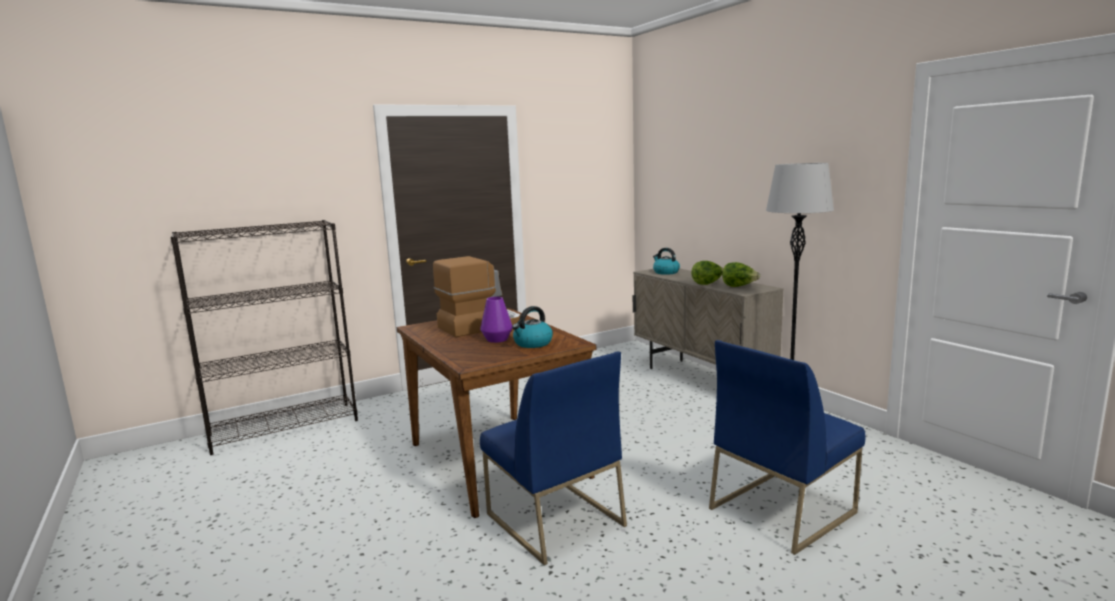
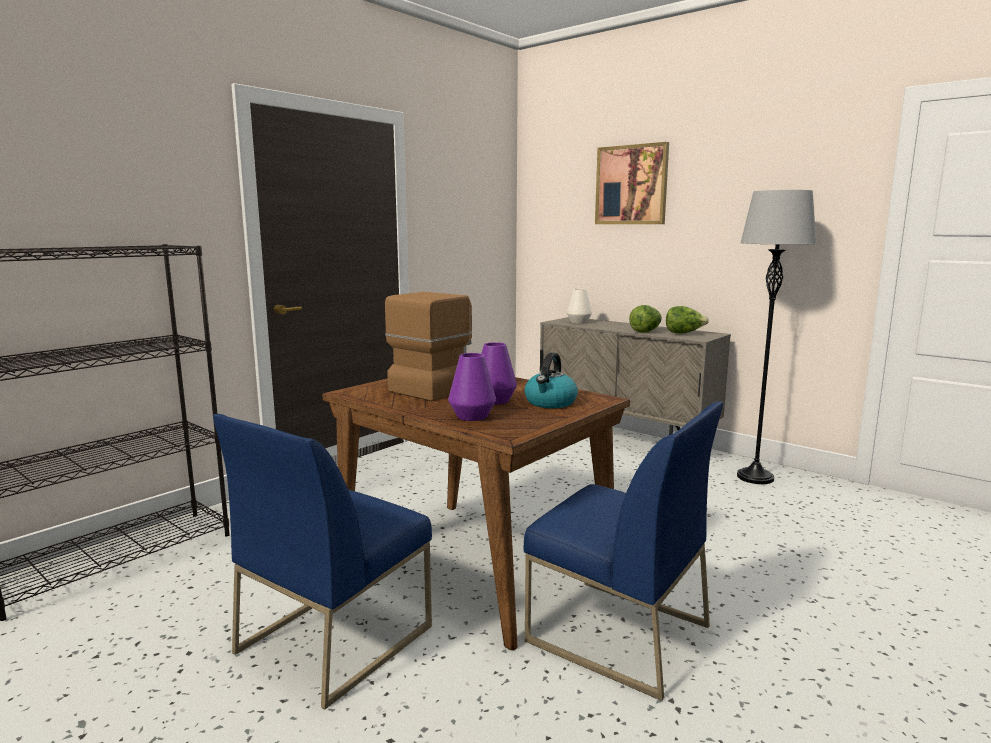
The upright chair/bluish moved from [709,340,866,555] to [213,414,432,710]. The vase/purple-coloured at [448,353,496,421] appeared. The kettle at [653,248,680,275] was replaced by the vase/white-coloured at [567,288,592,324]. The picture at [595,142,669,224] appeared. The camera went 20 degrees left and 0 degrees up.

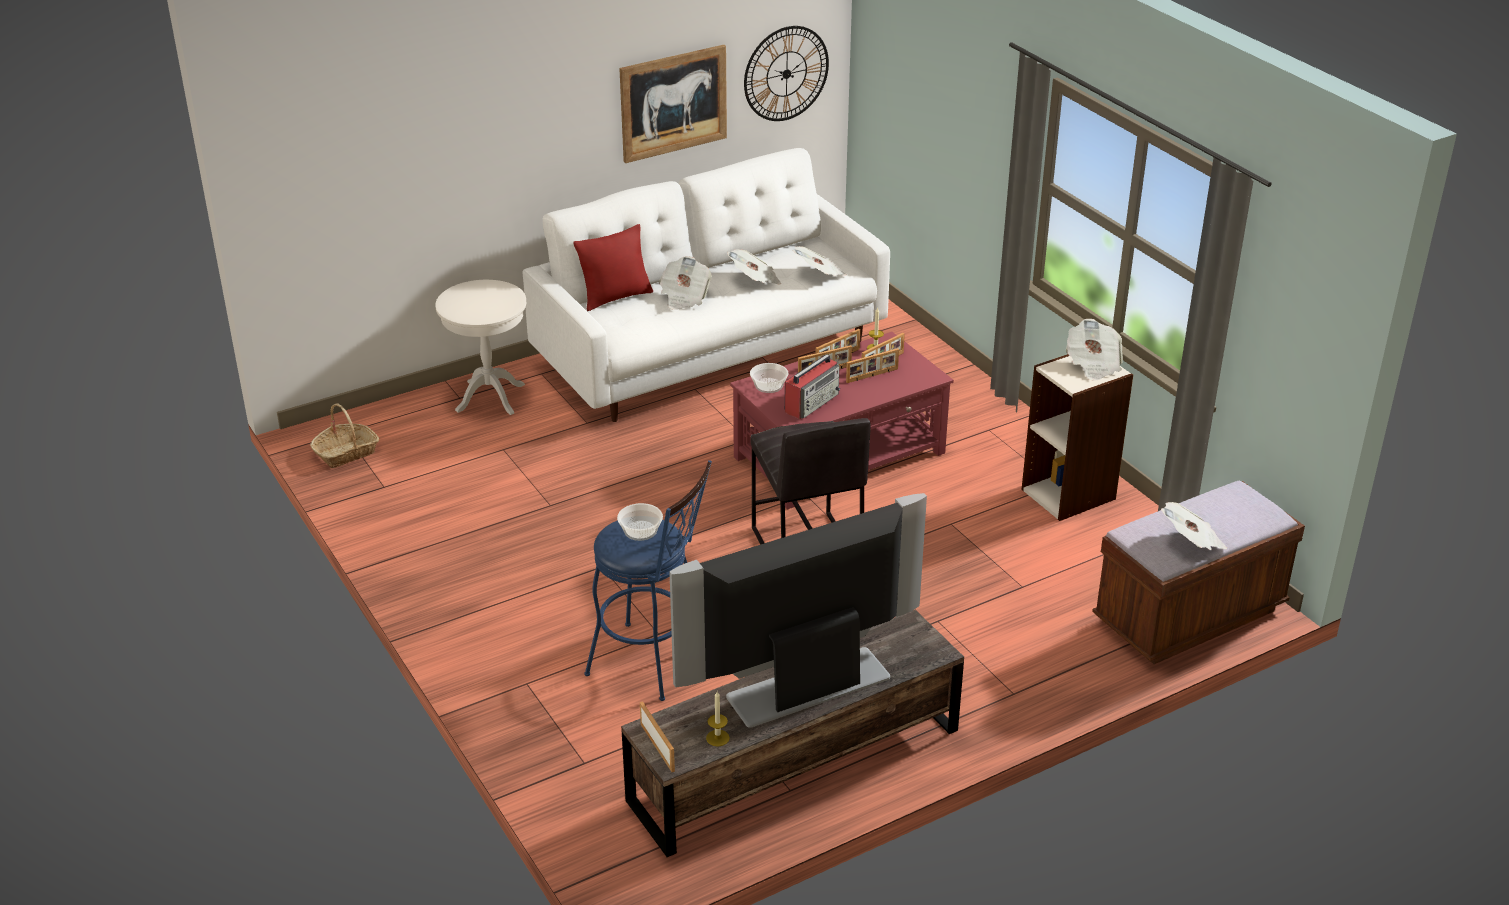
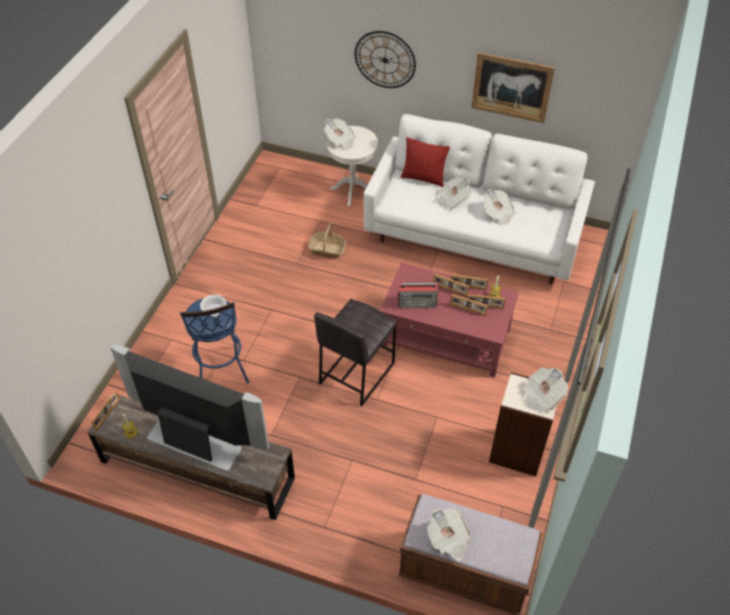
The household basket moved from [311,403,379,468] to [308,223,346,258]. The newspaper moved from [792,246,847,276] to [324,119,356,149]. The wall clock moved from [744,26,829,121] to [355,31,416,88]. The bowl at [750,363,788,393] disappeared. The camera went 50 degrees right and 15 degrees up.

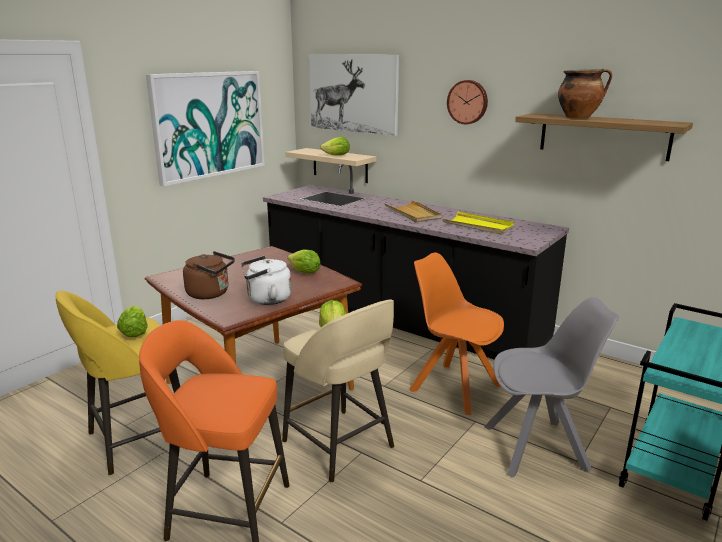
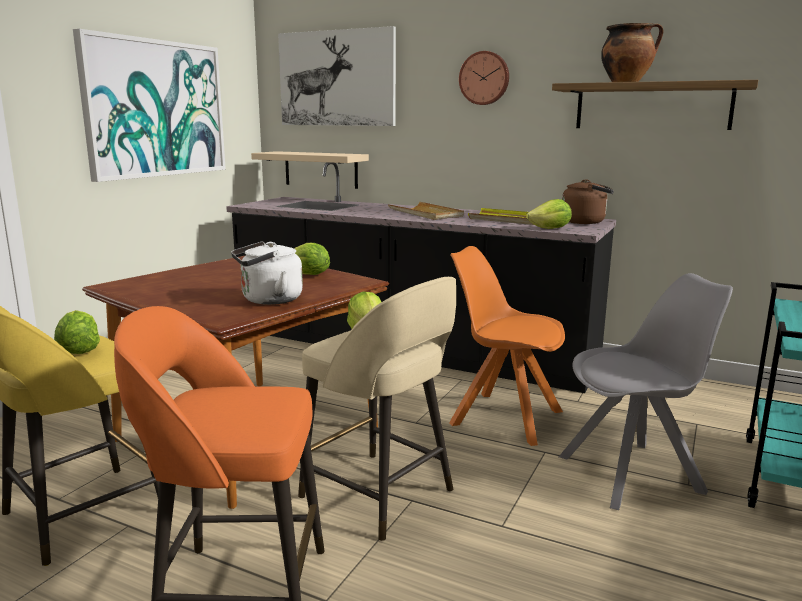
The lettuce moved from [320,137,350,156] to [526,199,572,229]. The kettle/brown-coloured moved from [183,251,235,299] to [562,179,614,224]. The camera went 10 degrees left and 5 degrees down.

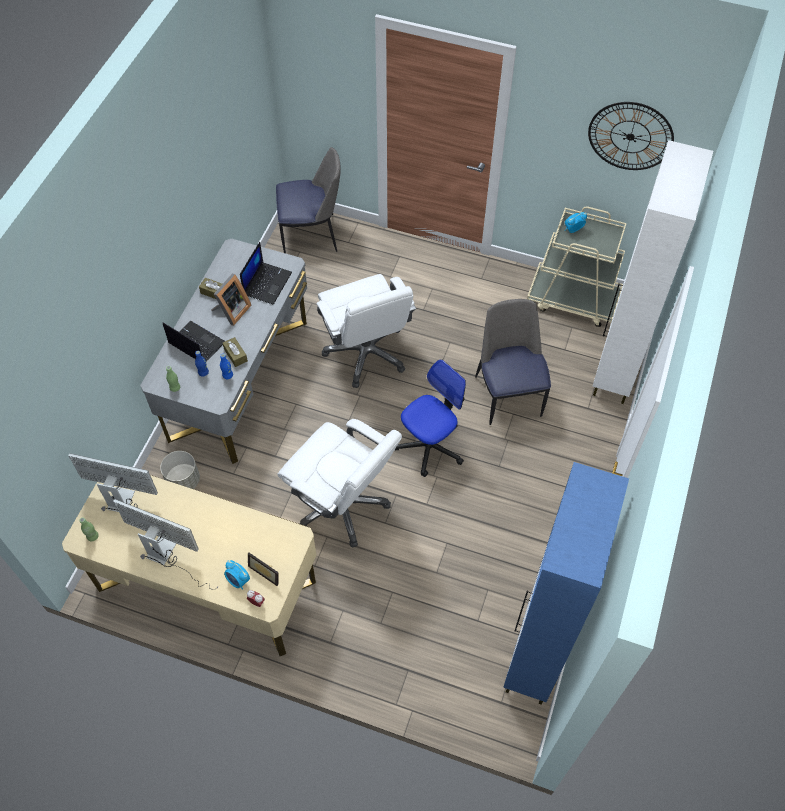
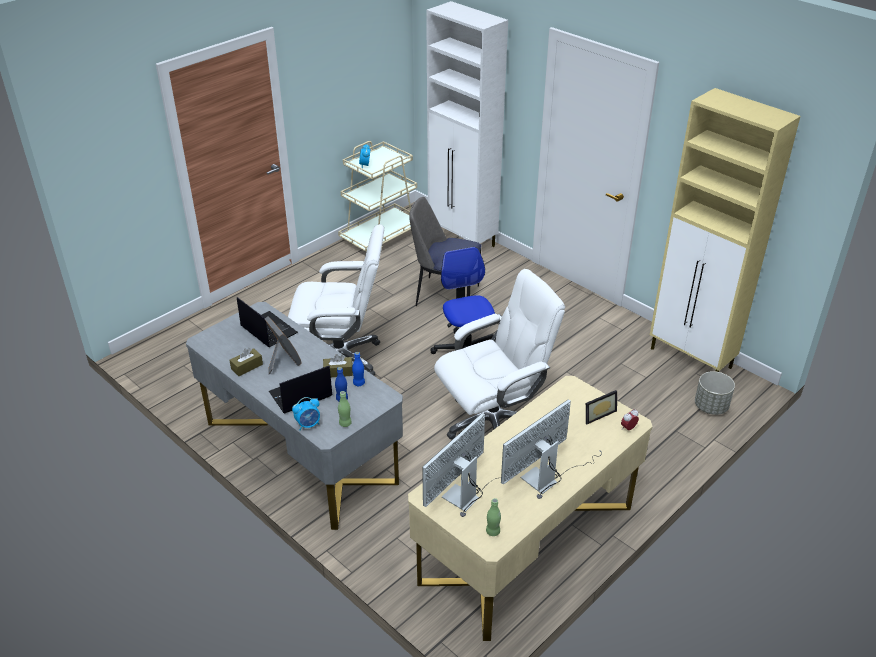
The alarm clock moved from [224,560,250,590] to [292,397,320,431]. The cupboard/bluish at [503,462,629,704] became the cupboard/beige-coloured at [650,88,801,372]. The plant pot/gray moved from [160,451,200,489] to [695,371,735,415]. The upright chair at [276,147,341,253] disappeared. The wall clock at [588,102,674,170] disappeared. The camera went 65 degrees left and 20 degrees down.

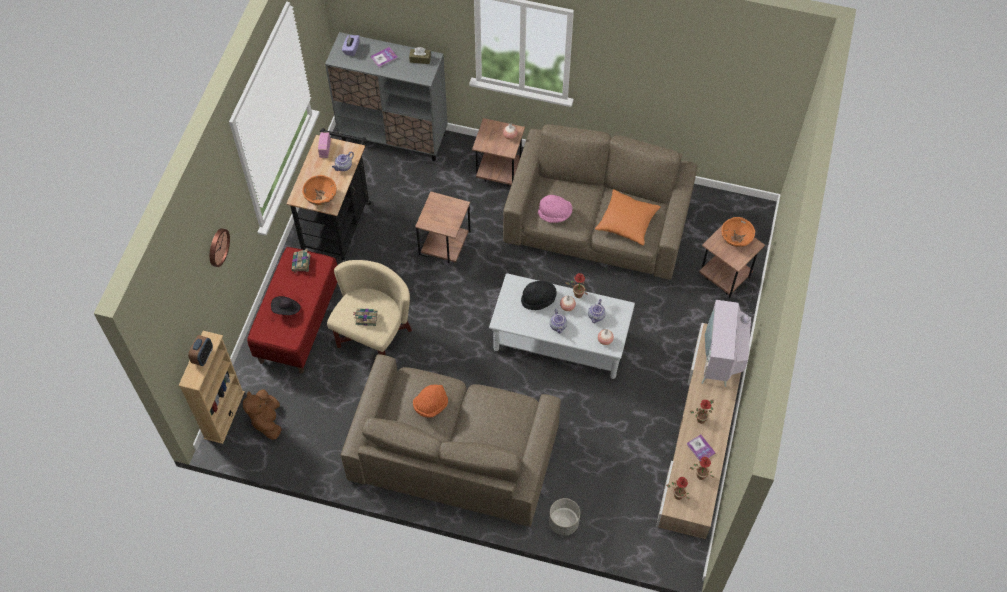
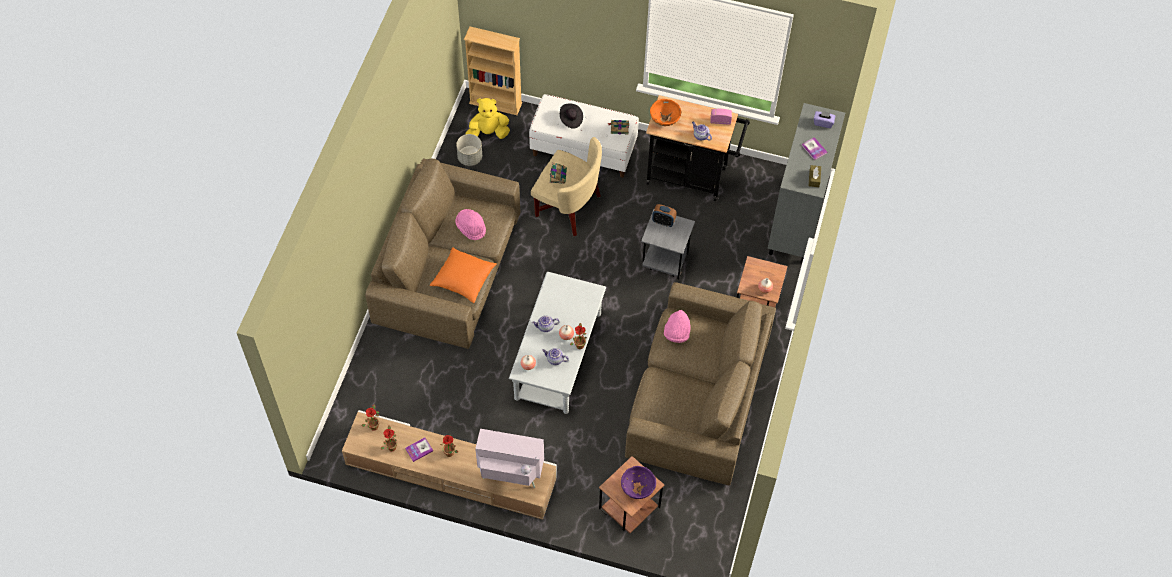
The throw pillow/orange-coloured moved from [595,189,660,245] to [430,247,497,303]. The clothing hat/orange-coloured at [413,385,448,418] became the clothing hat/pink at [455,209,486,240]. The plant pot/gray moved from [549,498,580,536] to [456,134,482,166]. The cuddly toy/brown-coloured at [243,389,282,440] became the cuddly toy/yellowish at [466,98,510,139]. The indoor bench/red-coloured at [247,247,337,374] became the indoor bench/white-coloured at [529,94,639,178]. The bowl/orange-coloured at [721,217,755,247] became the bowl/purple-coloured at [621,466,656,499]. The end table/brown-coloured at [415,191,471,263] became the end table/gray at [641,210,695,279]. The alarm clock moved from [188,335,213,366] to [652,204,676,227]. The wall clock at [210,228,230,267] disappeared. The clothing hat/black-coloured at [521,281,557,310] disappeared. The camera went 90 degrees right and 0 degrees up.

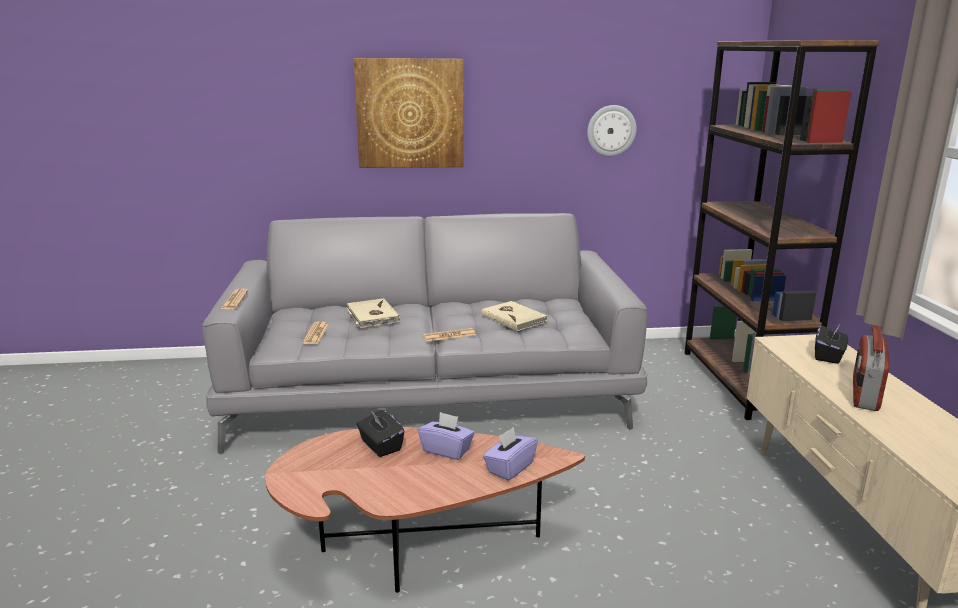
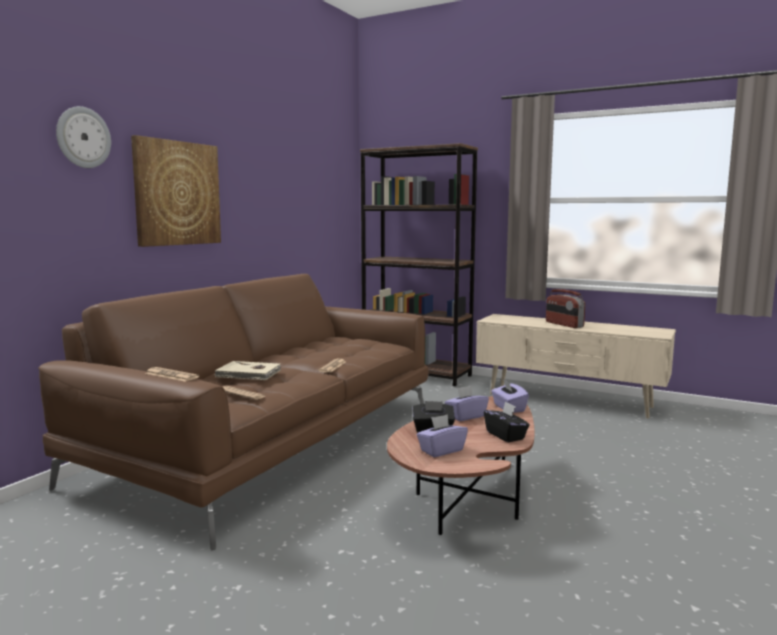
The settee/gray at [202,213,647,454] became the settee/brown-coloured at [38,274,429,550]. The wall clock moved from [587,105,637,156] to [56,106,111,168]. The box of tissues/purple-coloured at [416,414,468,457] appeared. The box of tissues/black-coloured moved from [815,324,848,364] to [484,401,529,442]. The volume/beige-coloured at [482,301,548,331] disappeared. The camera went 55 degrees left and 10 degrees down.

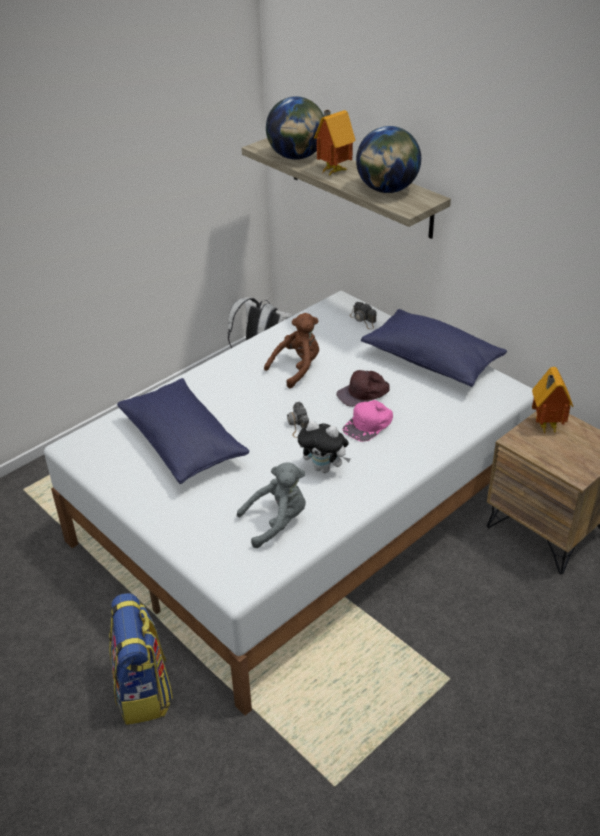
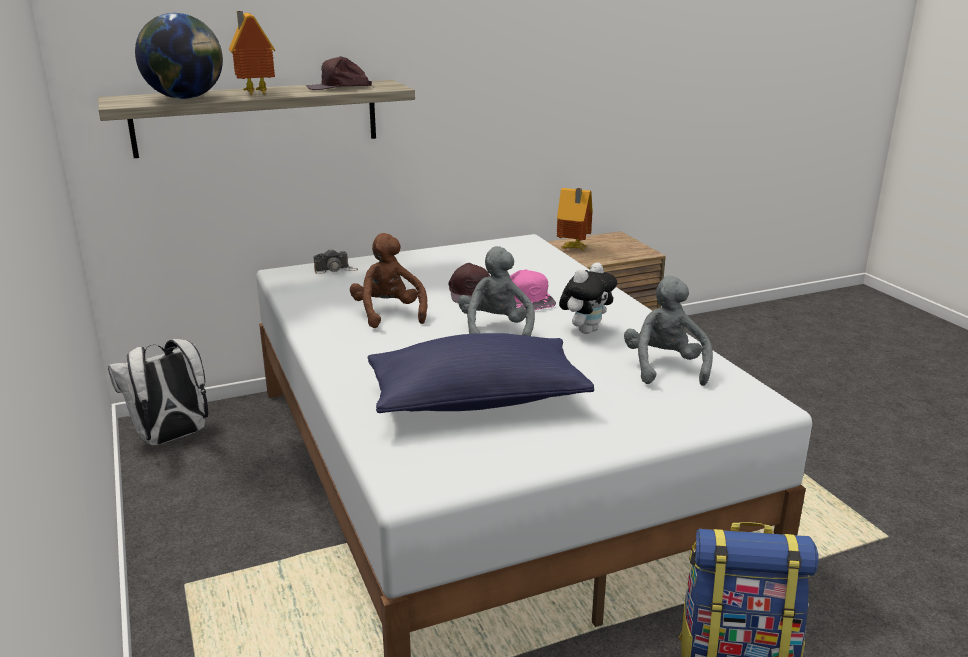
The desk globe at [356,126,421,193] was replaced by the peaked cap/brown-coloured at [306,56,372,90]. The photo camera at [287,402,309,438] was replaced by the cuddly toy/gray at [458,246,535,336]. The throw pillow/bluish at [361,309,507,387] disappeared. The camera went 70 degrees left and 15 degrees down.

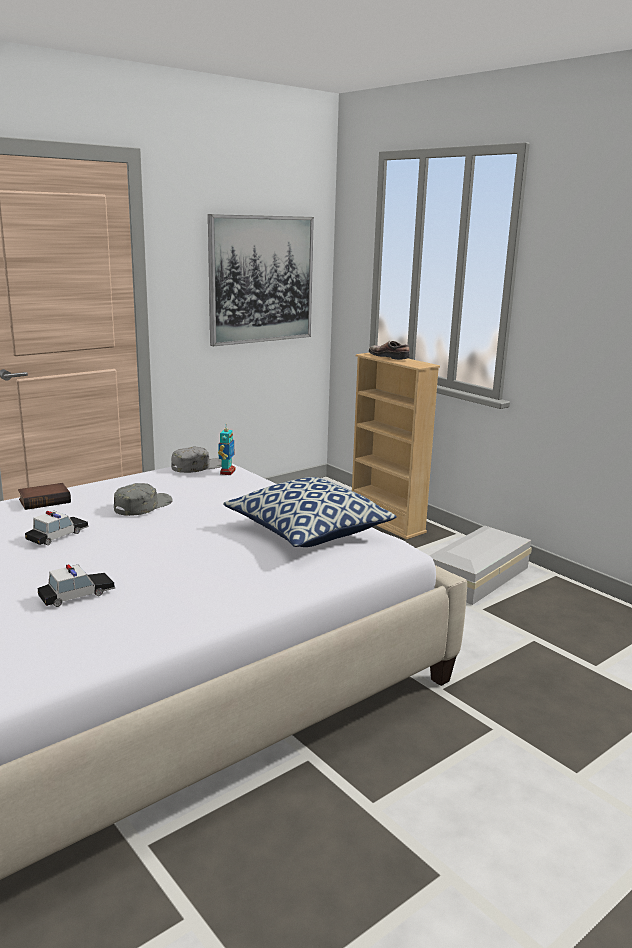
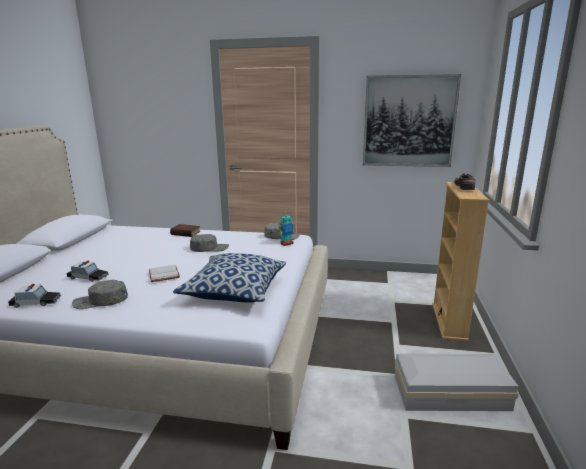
The toy car moved from [25,511,89,545] to [8,284,61,308]. The peaked cap/gray at [72,280,128,309] appeared. The volume/white-coloured at [149,265,180,282] appeared. The camera went 50 degrees right and 0 degrees up.

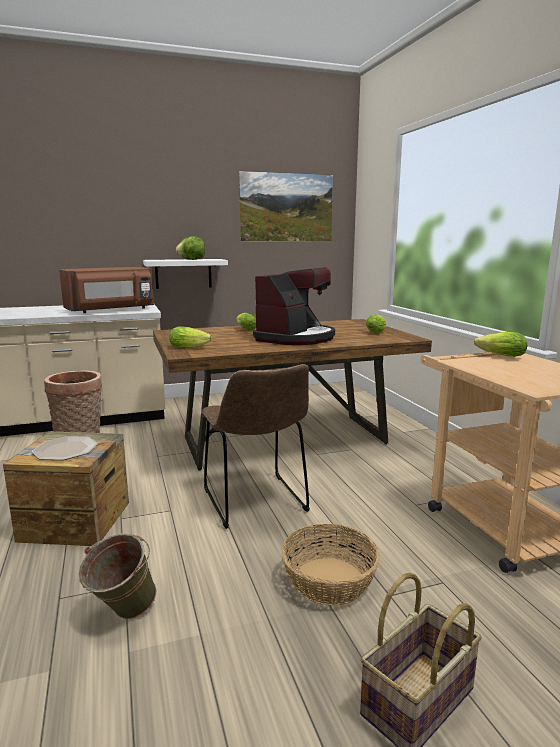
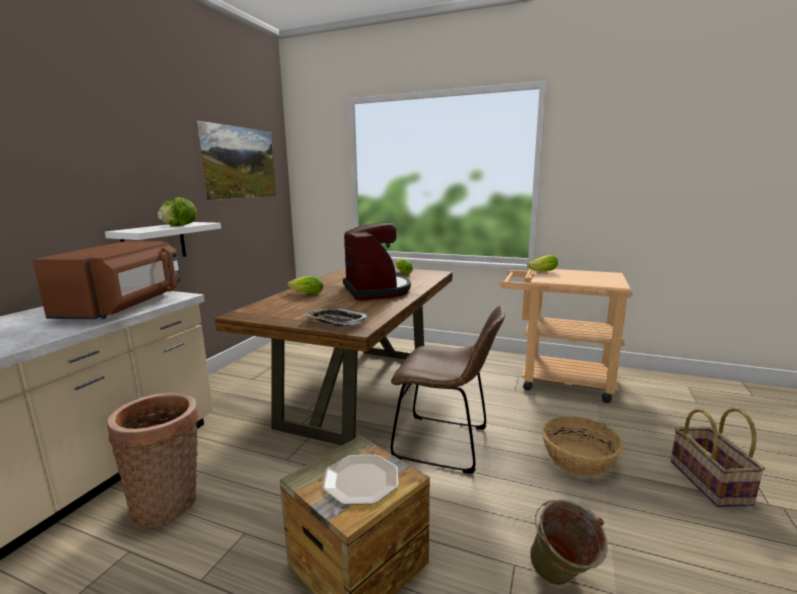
The lettuce at [170,326,212,348] was replaced by the carrying tray at [303,307,370,327]. The camera went 50 degrees left and 0 degrees up.

